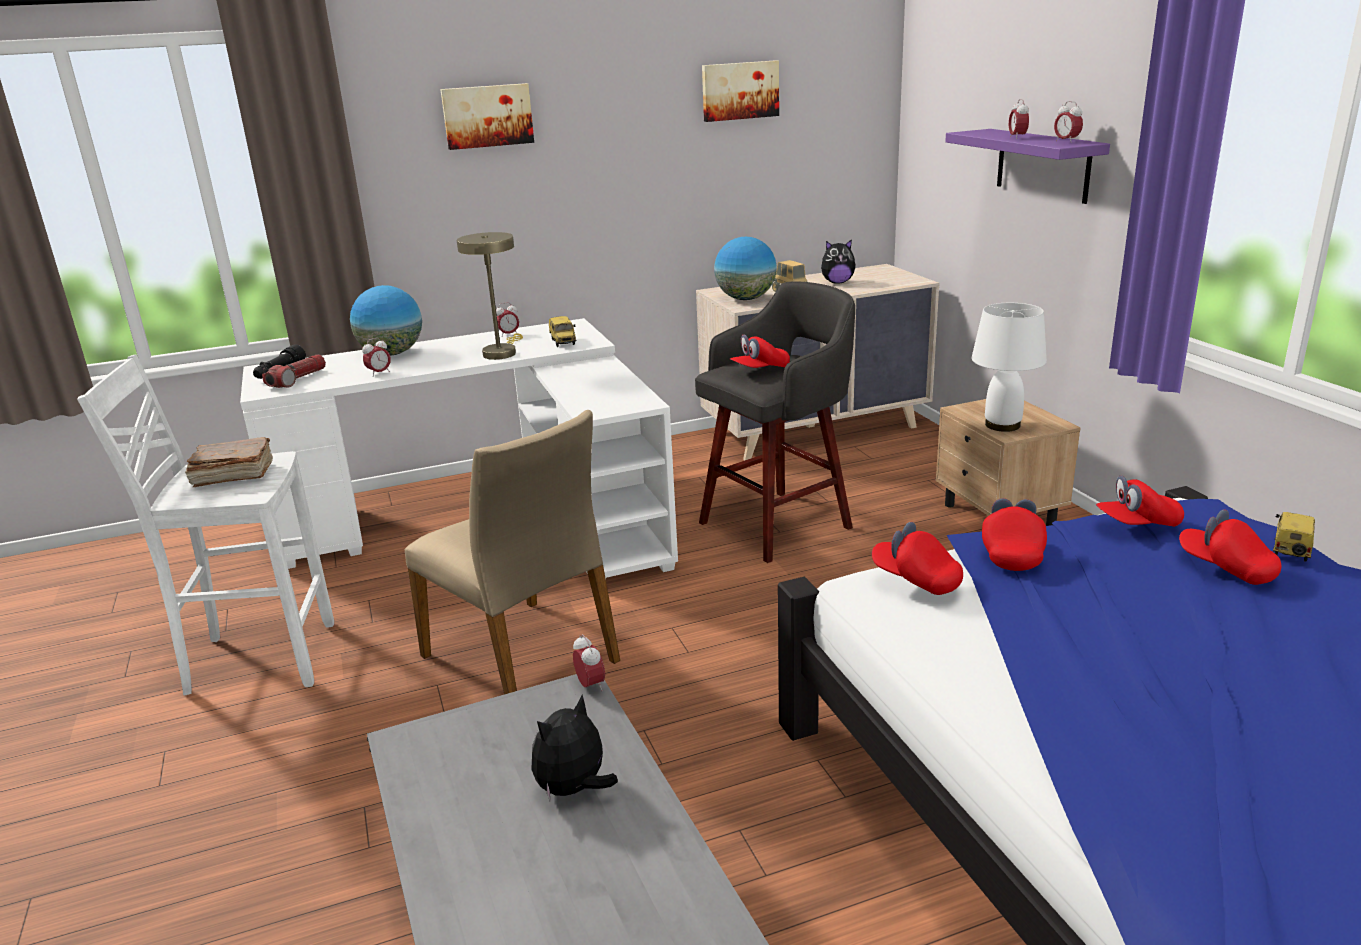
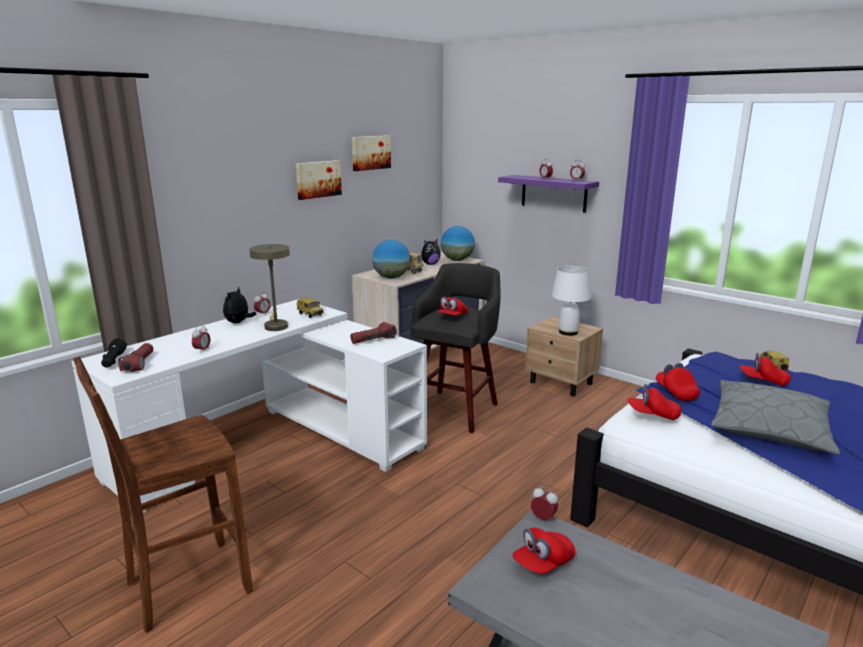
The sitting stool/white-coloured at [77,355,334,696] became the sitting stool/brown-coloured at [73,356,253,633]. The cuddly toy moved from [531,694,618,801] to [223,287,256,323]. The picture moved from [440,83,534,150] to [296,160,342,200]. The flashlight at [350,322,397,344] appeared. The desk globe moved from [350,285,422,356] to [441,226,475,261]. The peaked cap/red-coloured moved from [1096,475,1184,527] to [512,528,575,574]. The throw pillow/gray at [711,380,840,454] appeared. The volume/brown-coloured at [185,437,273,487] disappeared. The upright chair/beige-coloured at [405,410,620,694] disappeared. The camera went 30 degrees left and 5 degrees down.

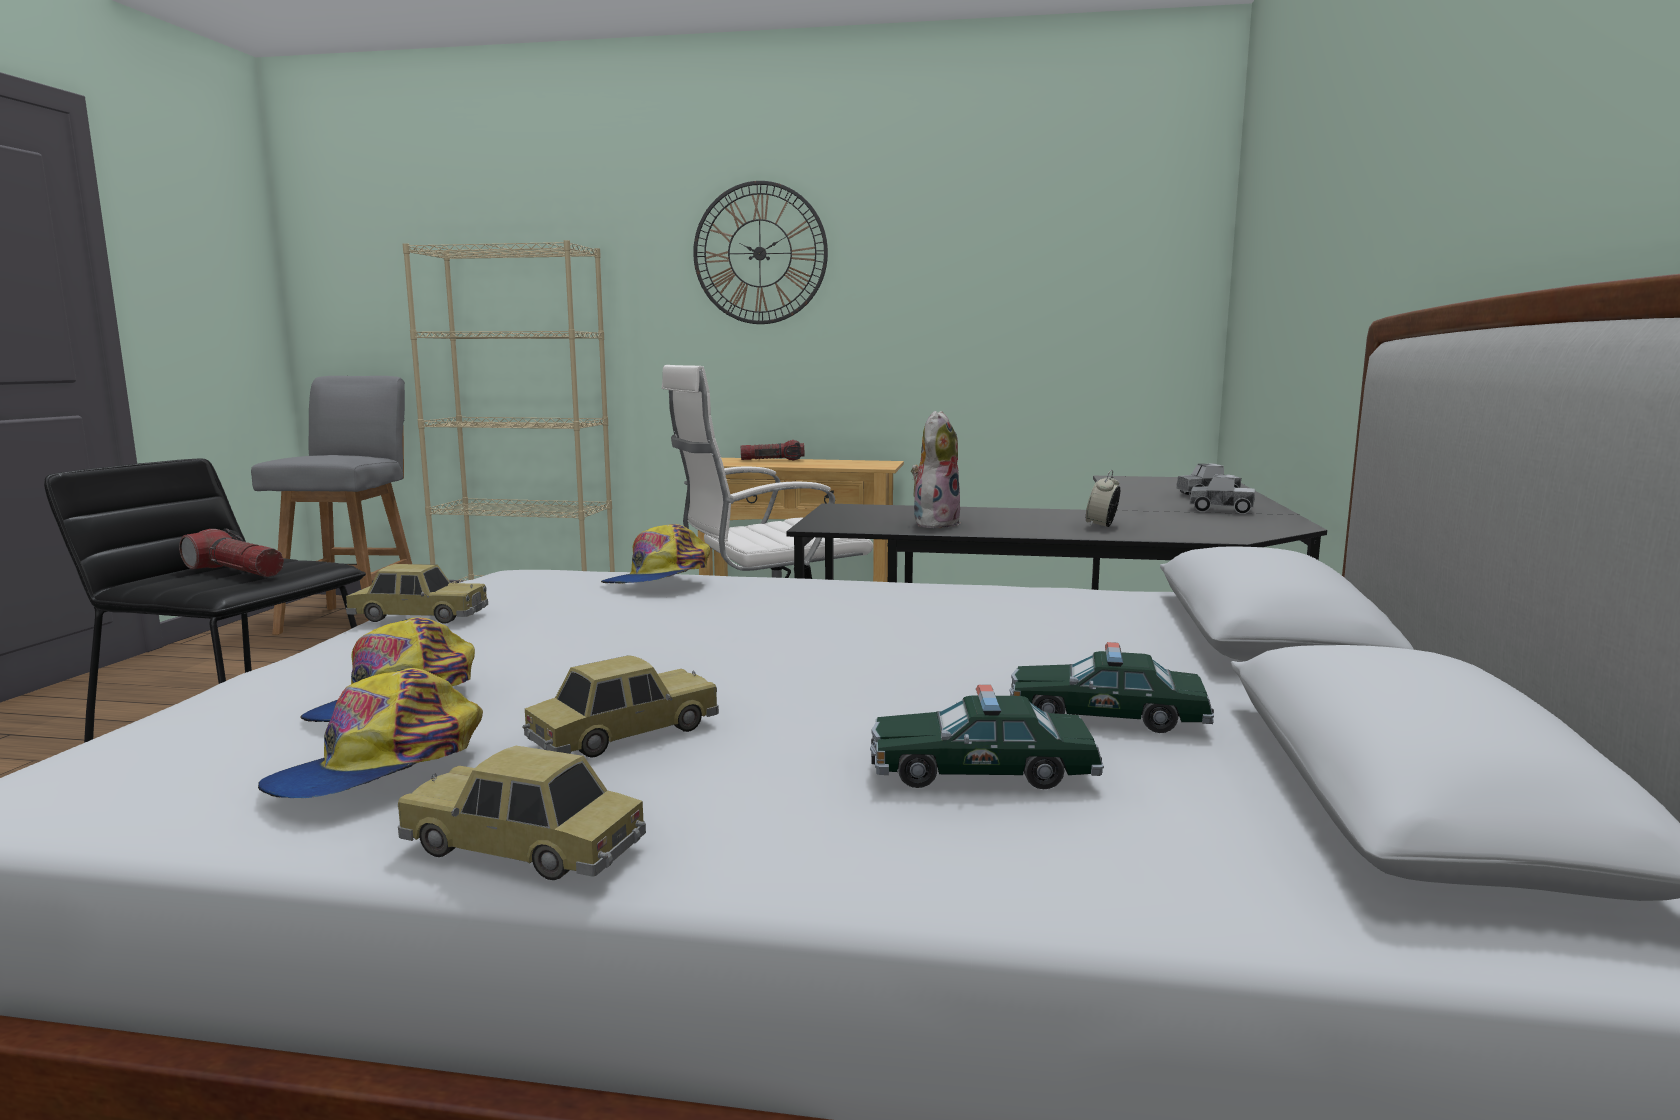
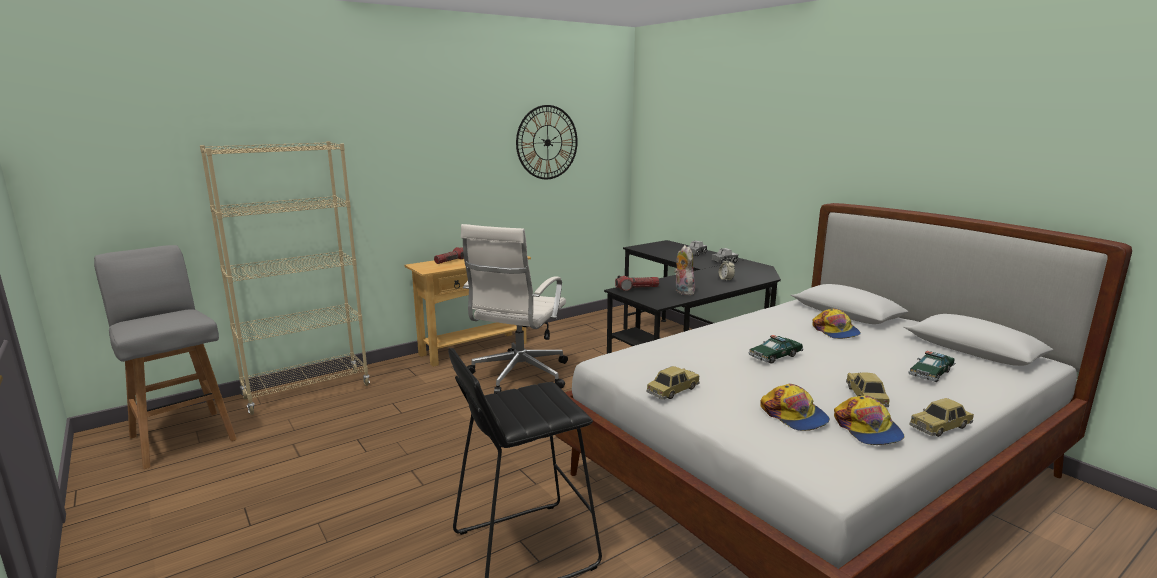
The wall clock moved from [693,181,828,324] to [516,105,578,179]. The flashlight moved from [179,529,284,577] to [615,276,659,291]. The toy car moved from [1009,642,1214,733] to [749,335,804,364]. The peaked cap moved from [601,524,710,584] to [812,309,861,339]. The camera went 45 degrees left and 5 degrees up.

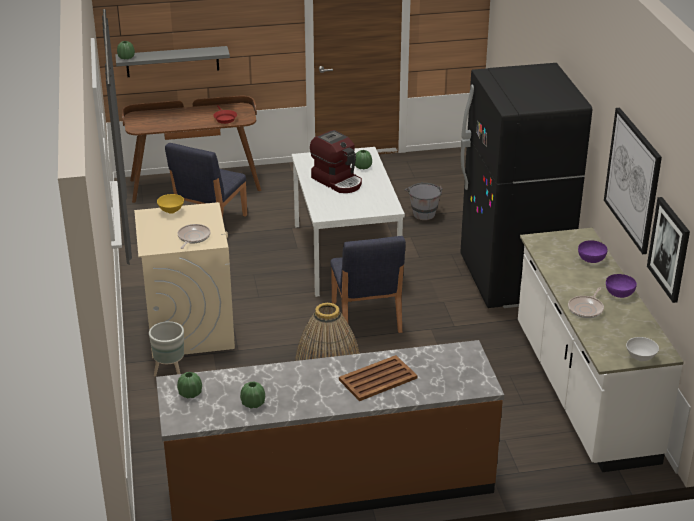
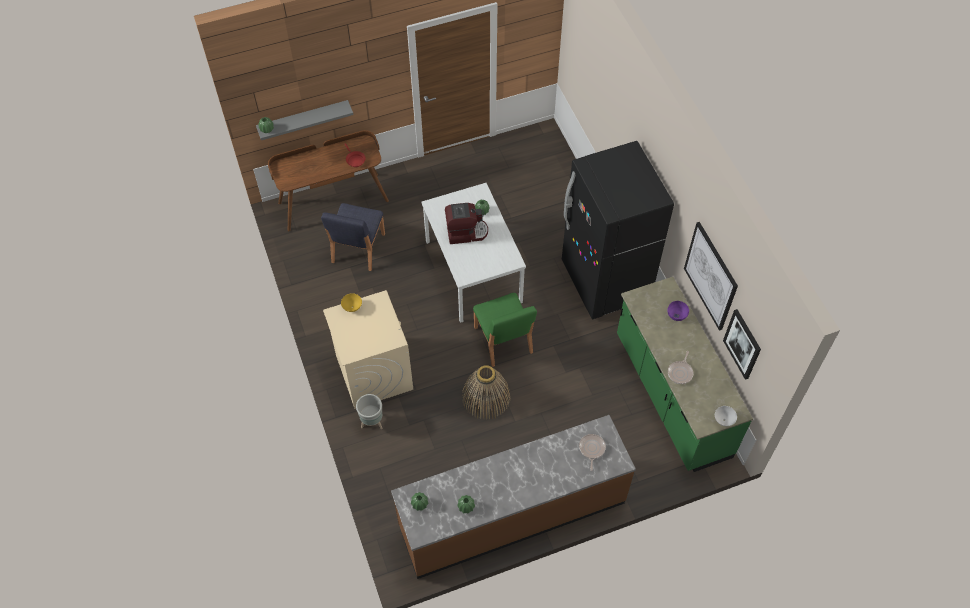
The coffee maker at [310,130,362,193] turned 45 degrees counterclockwise. The upright chair/bluish at [330,236,406,334] became the upright chair/green at [473,293,537,367]. The skillet moved from [177,224,210,249] to [579,434,606,471]. The kitchen counter/white-coloured at [518,228,684,472] became the kitchen counter/green at [617,277,753,472]. The carrying tray/brown-coloured at [339,355,418,401] disappeared. The water bucket/gray at [405,183,443,220] disappeared. The bowl/purple-coloured at [606,274,637,298] disappeared. The camera went 10 degrees left and 25 degrees up.

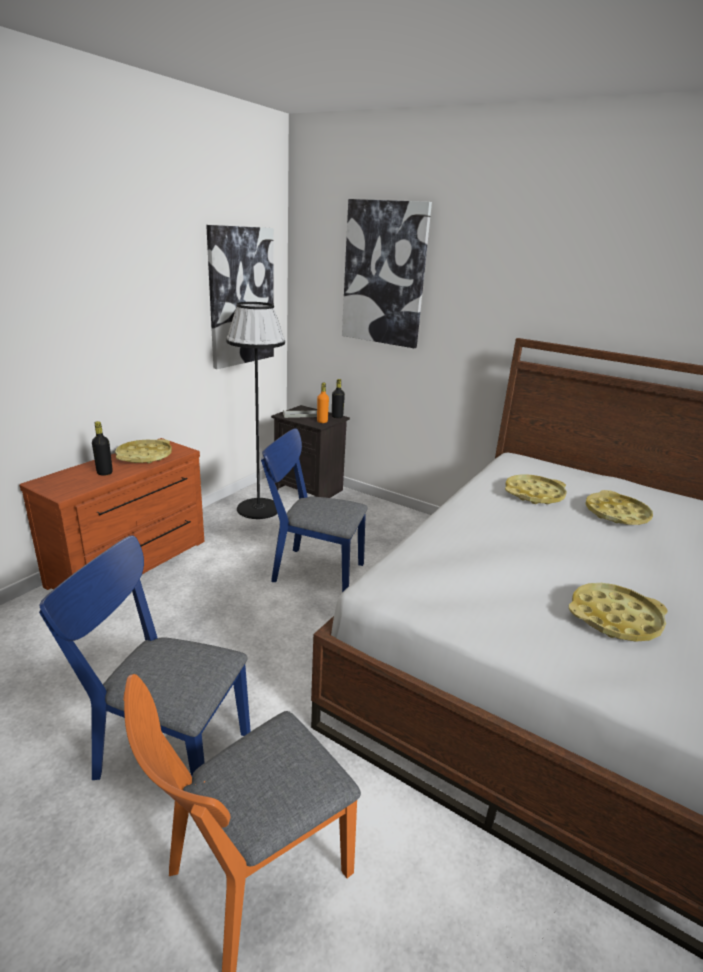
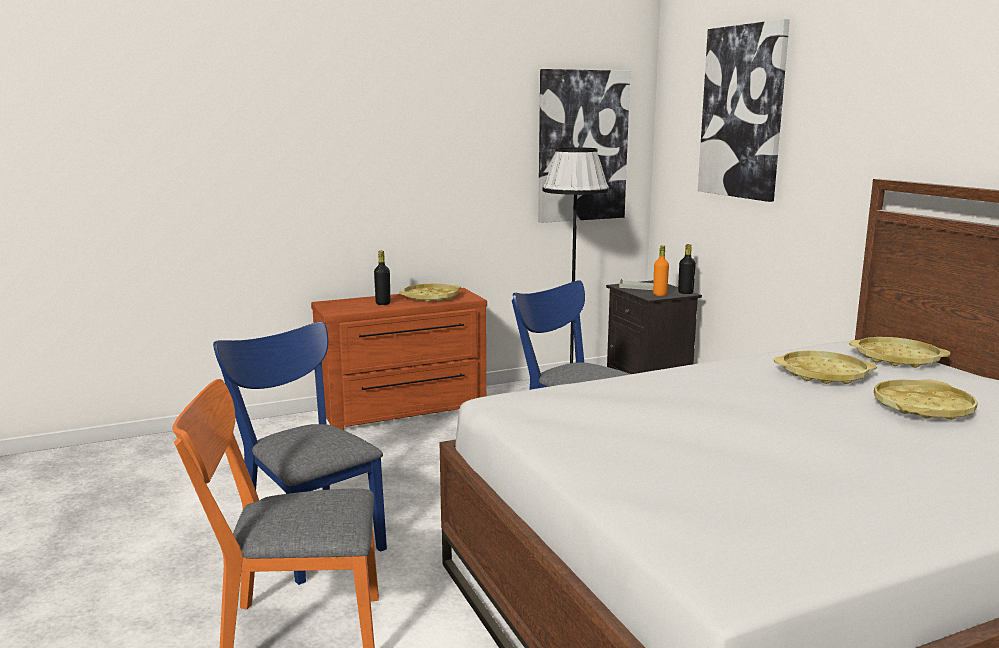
The carrying tray/yellowish moved from [569,583,668,642] to [849,337,950,368]. The camera went 35 degrees right and 10 degrees down.

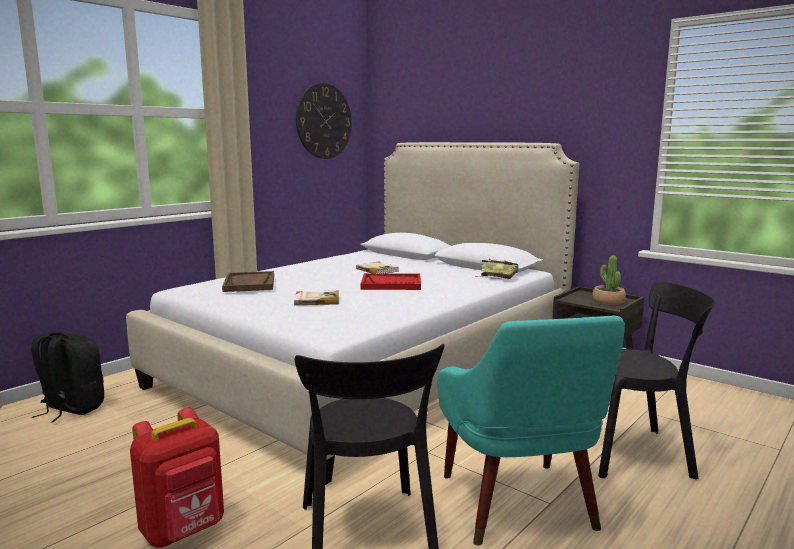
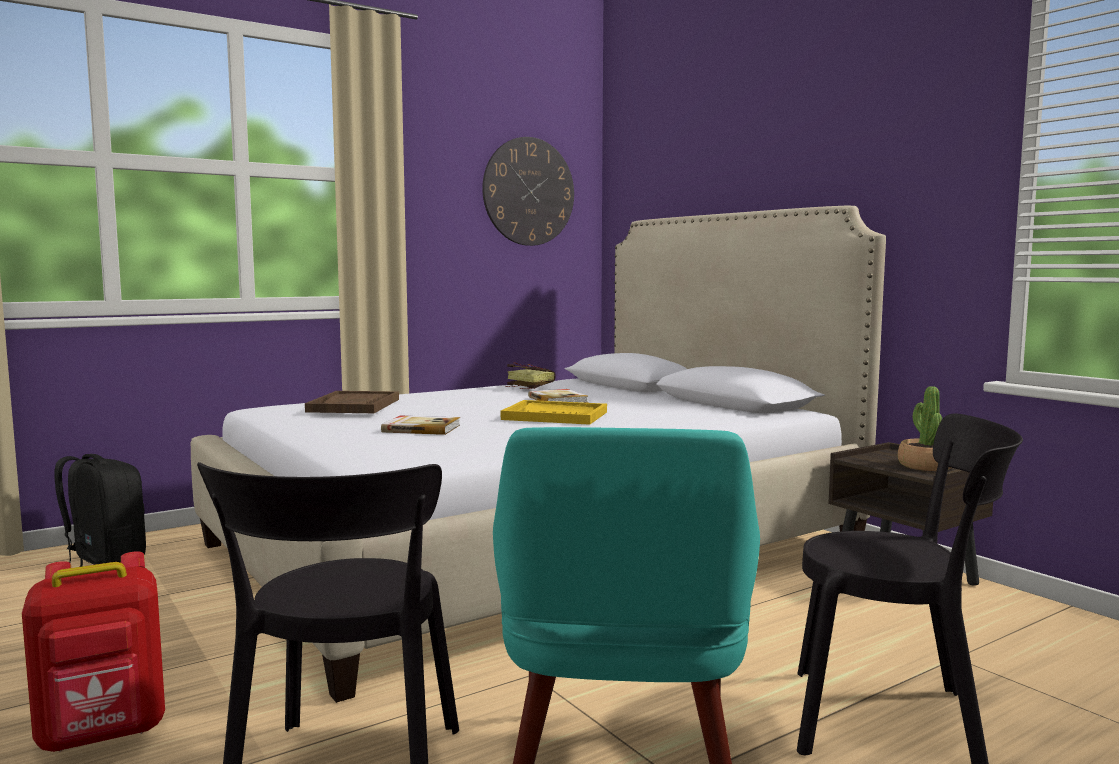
The carrying tray/red-coloured at [360,273,421,290] became the carrying tray/yellowish at [501,400,607,425]. The volume moved from [475,259,518,279] to [506,363,556,389]. The camera went 15 degrees right and 5 degrees down.

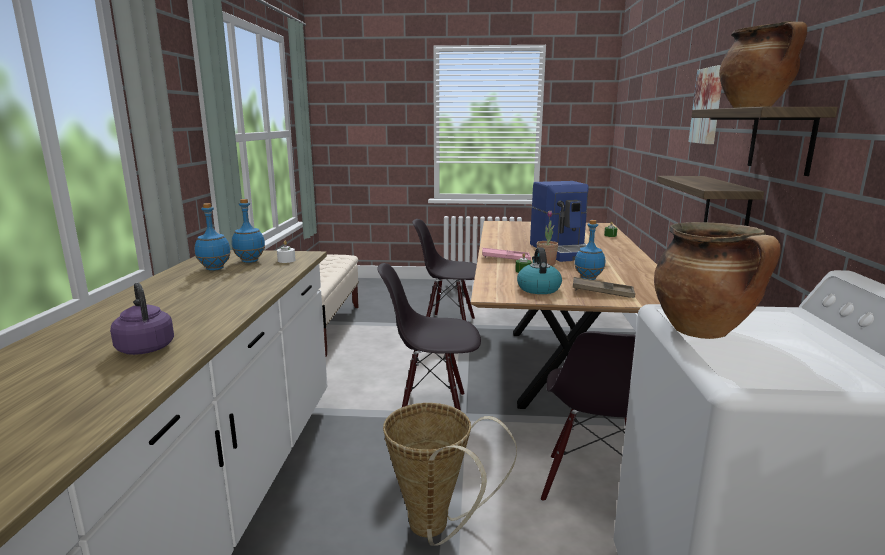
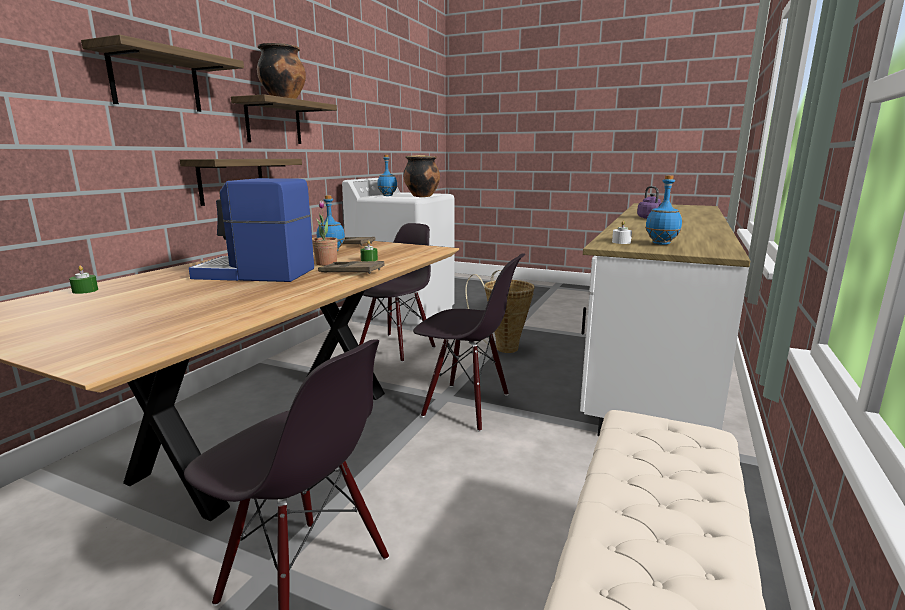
The picture at [688,65,722,144] was replaced by the bracket shelf at [81,35,244,112]. The coffee maker at [530,181,589,262] turned 90 degrees counterclockwise. The carrying tray/pink at [482,248,531,261] became the carrying tray/brown-coloured at [318,261,385,274]. The beverage bottle/bluish moved from [195,203,231,271] to [377,155,397,196]. The kettle at [517,248,562,294] disappeared. The camera went 160 degrees left and 0 degrees up.

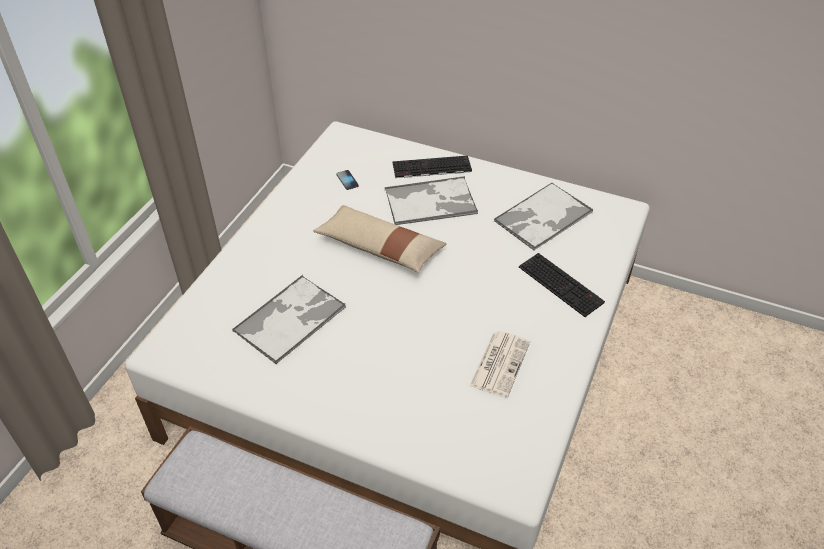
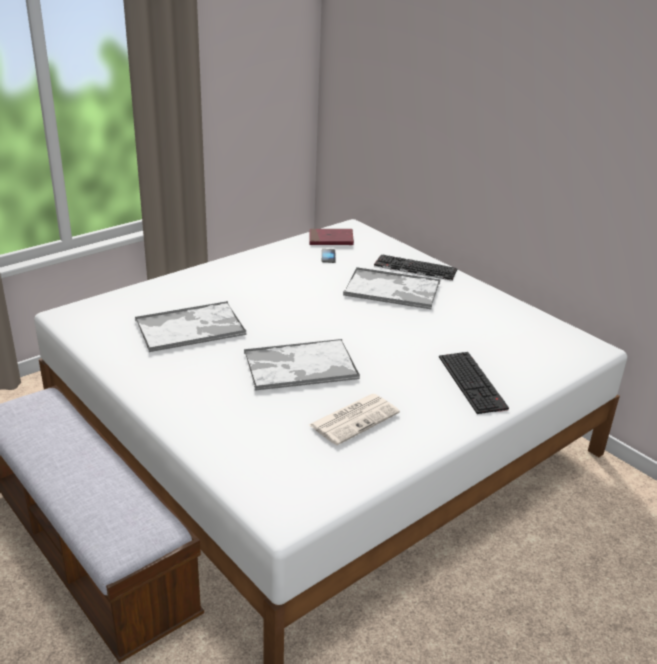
The carrying tray moved from [493,182,593,251] to [244,339,360,391]. The volume/red-coloured at [310,229,354,245] appeared. The throw pillow/beige-coloured at [313,205,447,273] disappeared. The camera went 25 degrees right and 15 degrees down.

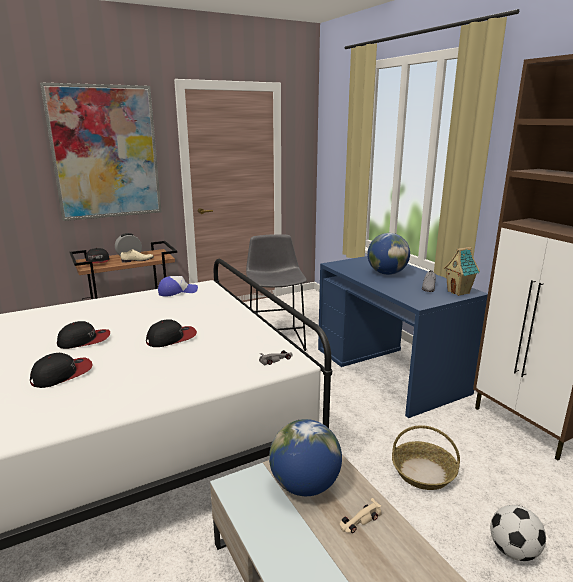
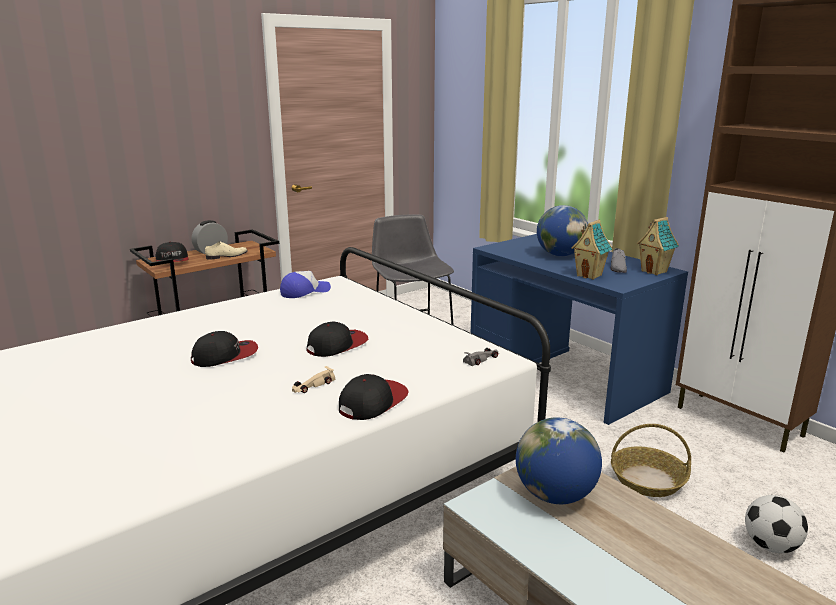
The toy car/beige-coloured moved from [340,498,382,533] to [292,366,335,393]. The peaked cap moved from [30,353,93,388] to [339,374,409,420]. The model house at [571,220,612,280] appeared. The picture at [40,82,162,221] disappeared. The camera went 10 degrees left and 0 degrees up.

